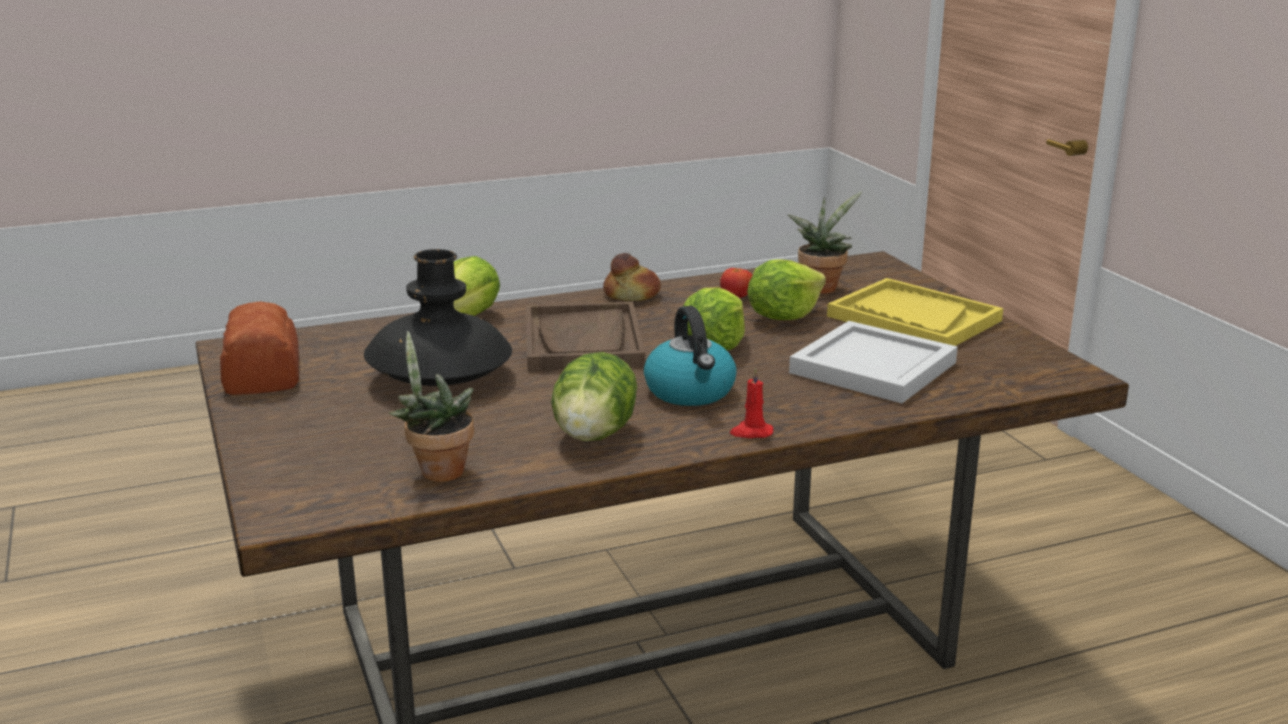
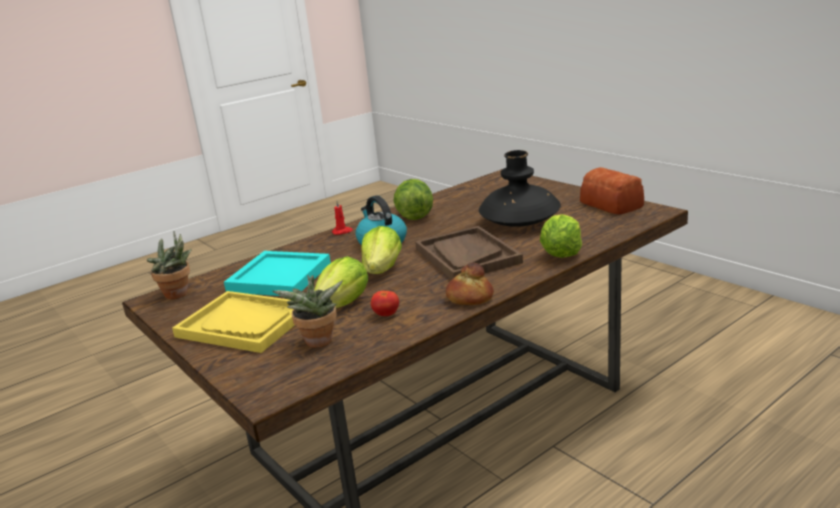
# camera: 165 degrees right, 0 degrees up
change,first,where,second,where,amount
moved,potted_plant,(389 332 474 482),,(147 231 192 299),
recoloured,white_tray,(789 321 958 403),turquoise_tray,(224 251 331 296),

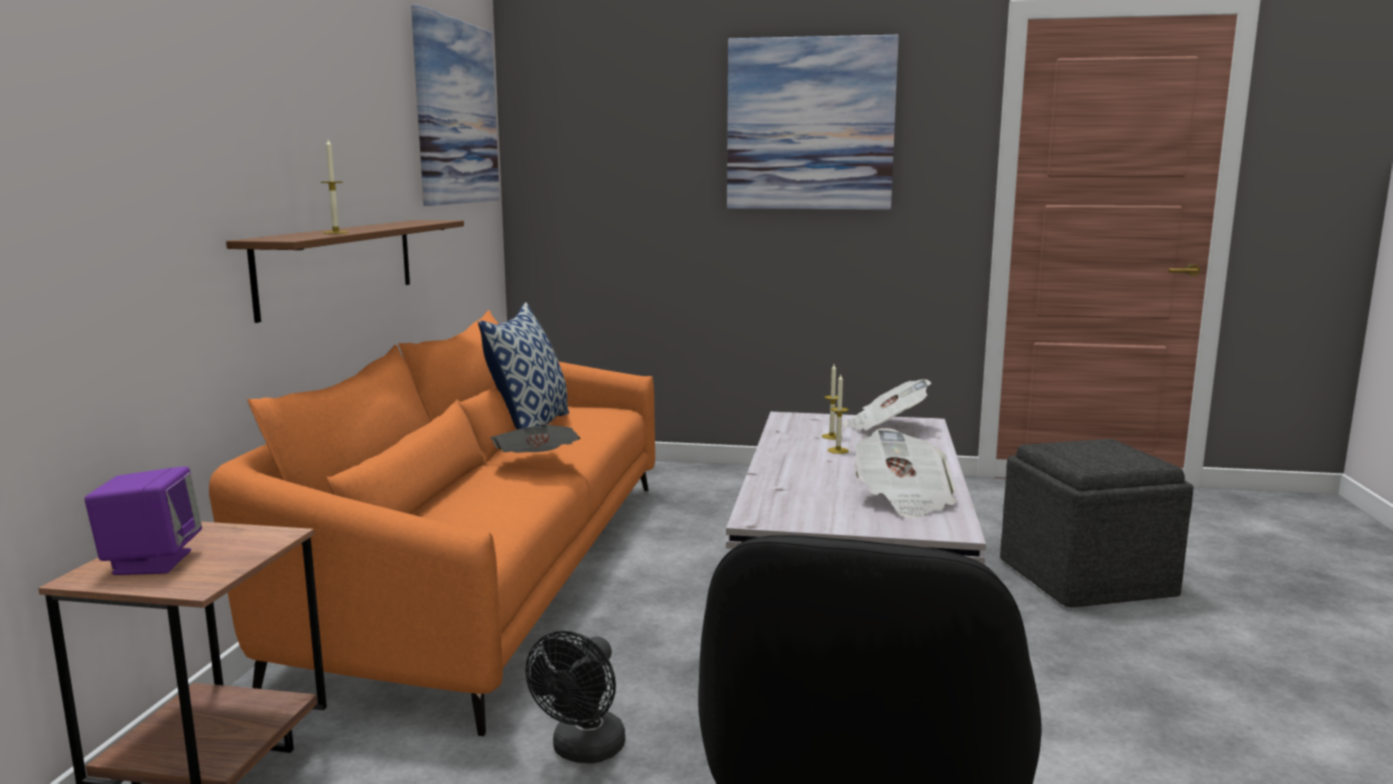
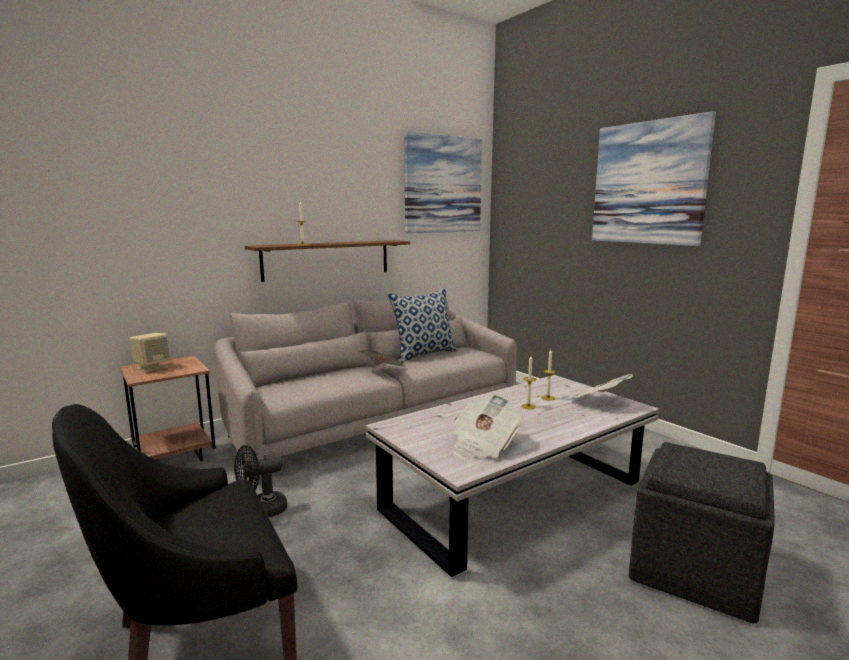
# camera: 45 degrees right, 0 degrees up
change,first,where,second,where,amount
recoloured,purple_speaker,(84 466 202 575),beige_speaker,(129 333 172 372),
recoloured,orange_sofa,(209 310 655 736),grey_sofa,(214 298 517 483),

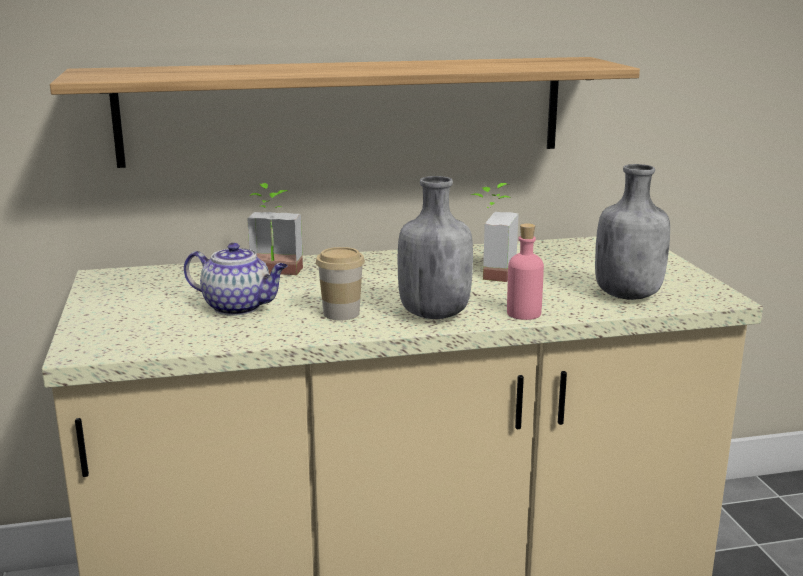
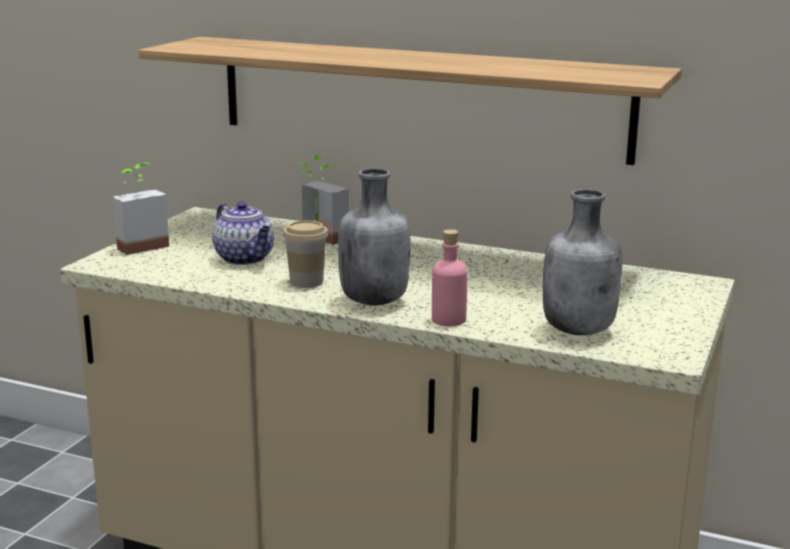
# camera: 35 degrees right, 0 degrees up
change,first,where,second,where,amount
moved,potted_plant,(471 183 519 282),,(113 162 169 255),

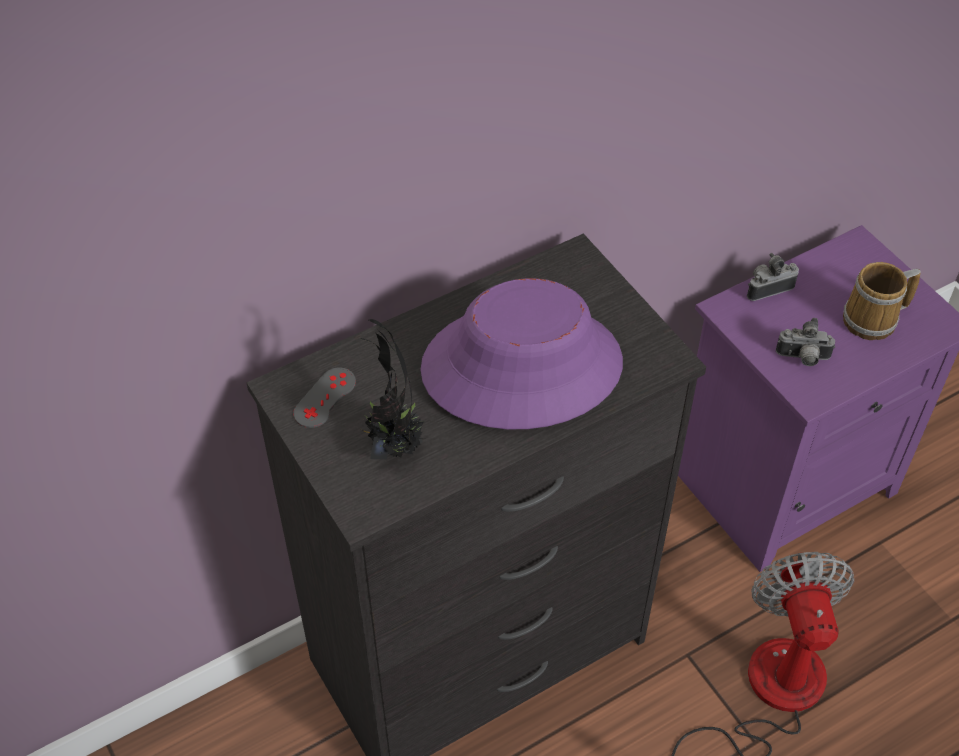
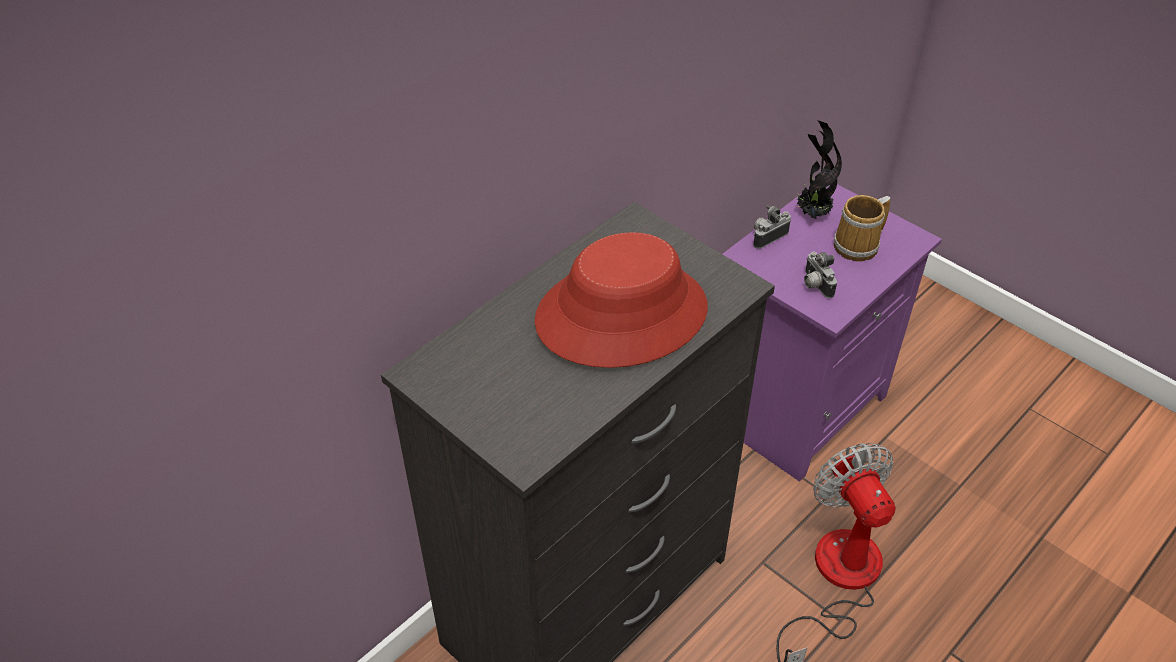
# camera: 15 degrees left, 5 degrees down
change,first,where,second,where,amount
removed,grey_game_controller,(293 367 356 428),,,
moved,potted_plant,(360 319 424 459),,(796 120 842 219),
recoloured,purple_hat,(421 278 623 429),red_hat,(535 232 708 368),
turned,photo_camera,(776 318 835 366),,(804 252 837 298),75 degrees clockwise

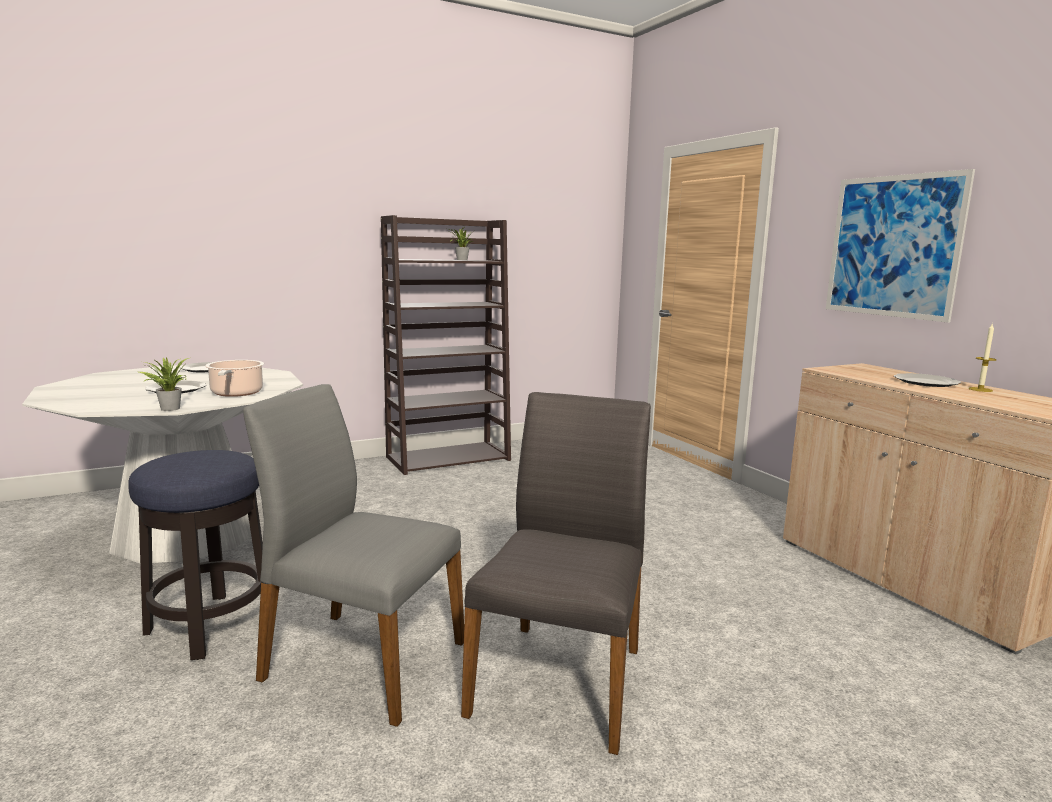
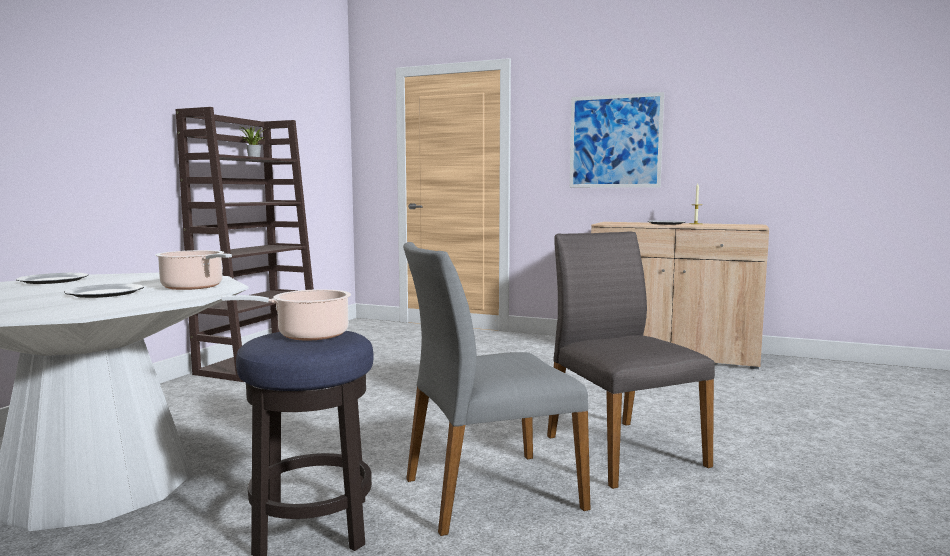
# camera: 40 degrees left, 5 degrees down
change,first,where,second,where,amount
removed,potted_plant,(139 357 189 411),,,
added,,,cooking_pot,(221 289 351 341),

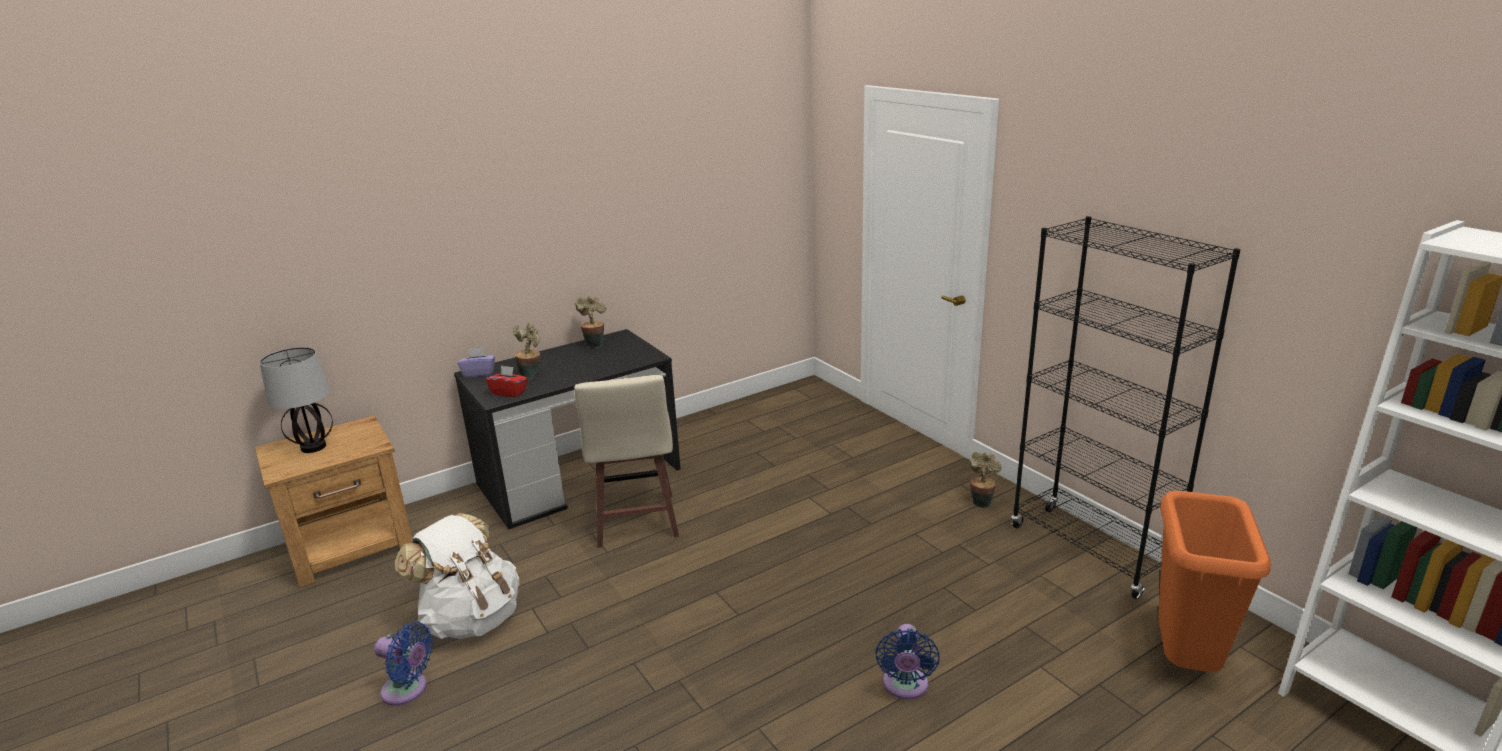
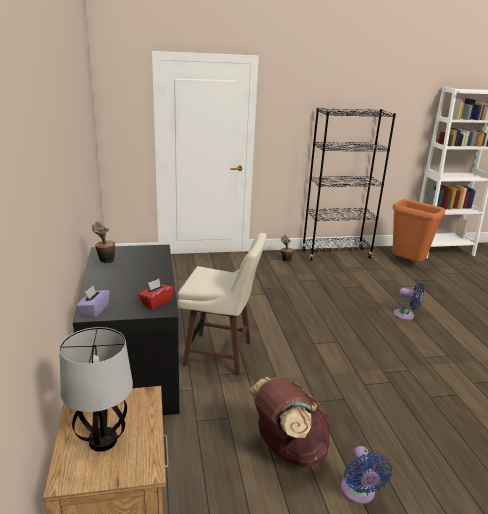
# camera: 70 degrees left, 0 degrees up
change,first,where,second,where,amount
turned,blue_fan,(374 622 433 706),,(341 446 392 504),135 degrees clockwise
recoloured,white_backpack,(395 513 519 639),brown_backpack,(247 377 332 467),
removed,potted_plant,(513 323 540 380),,,

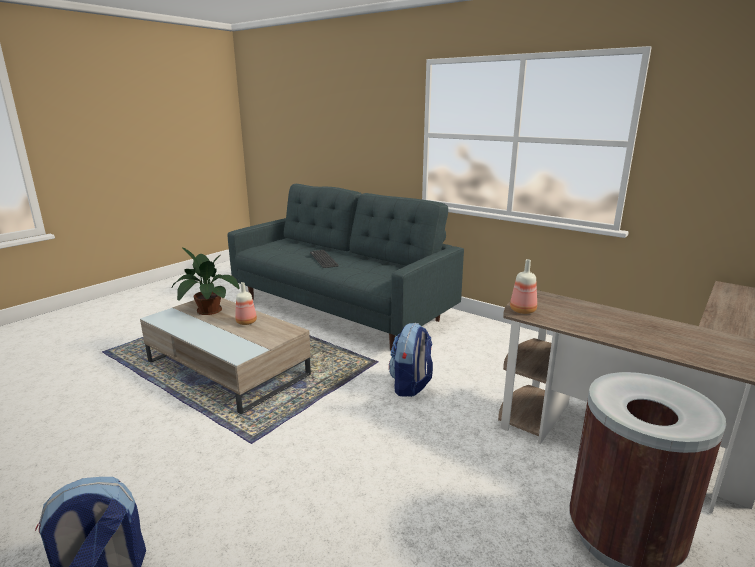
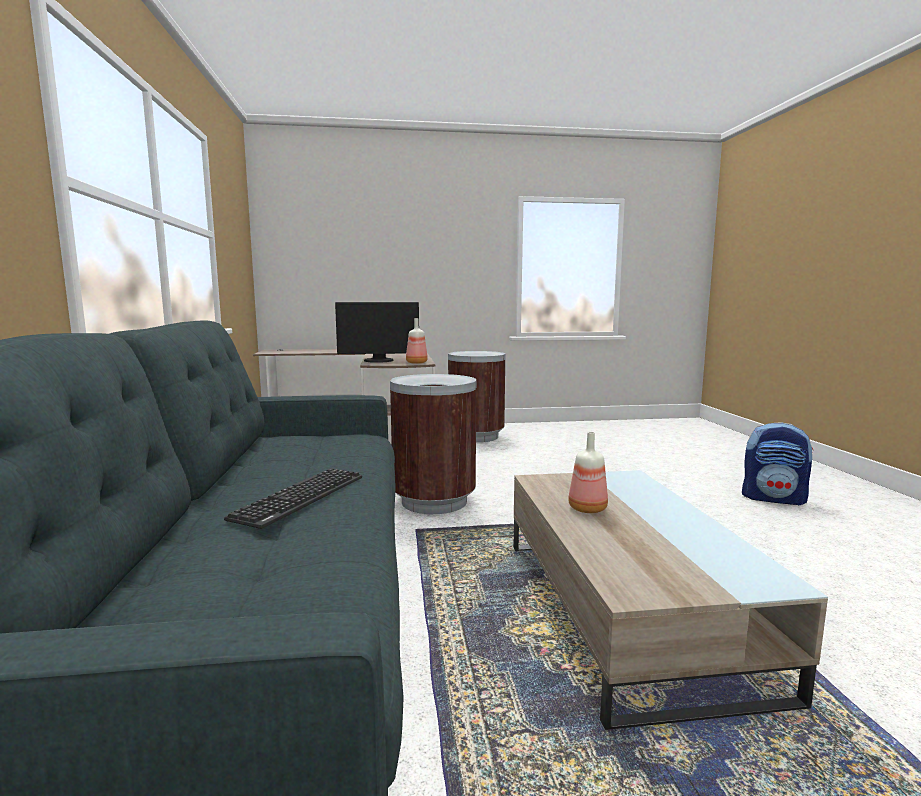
# camera: 135 degrees left, 10 degrees down
change,first,where,second,where,amount
removed,potted_plant,(172 247 240 315),,,
replaced,backpack,(389 323 433 397),brown_trash_can,(390 374 476 514),
added,,,monitor,(335 302 419 363),

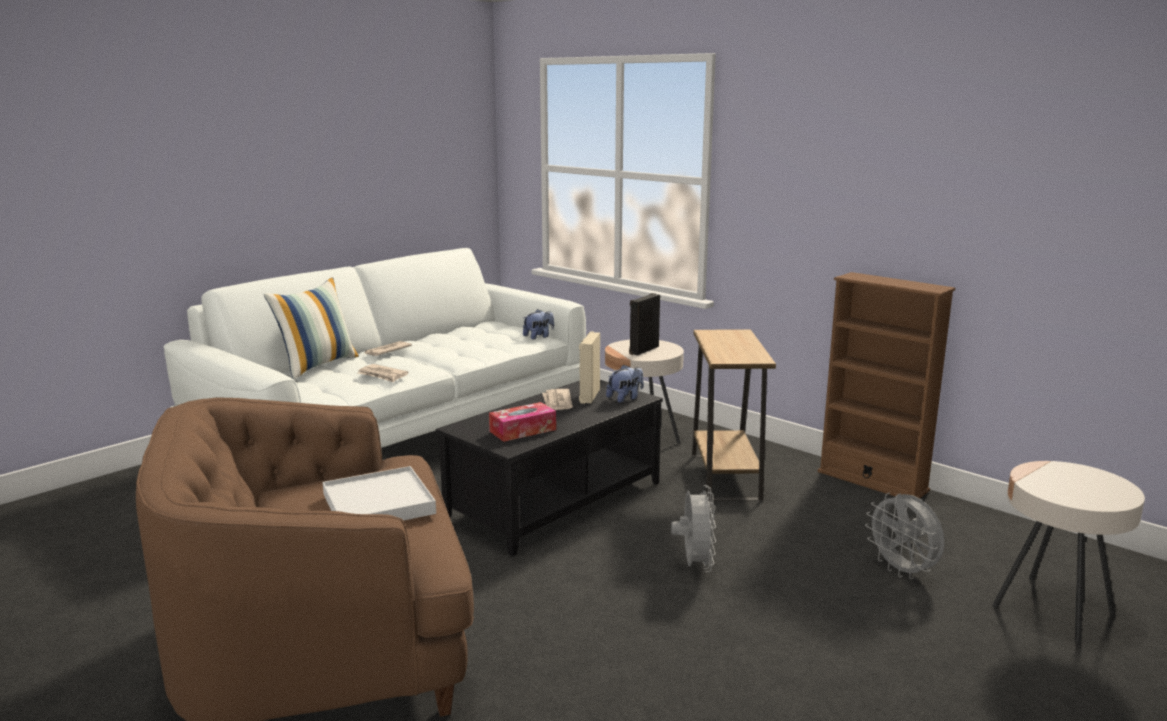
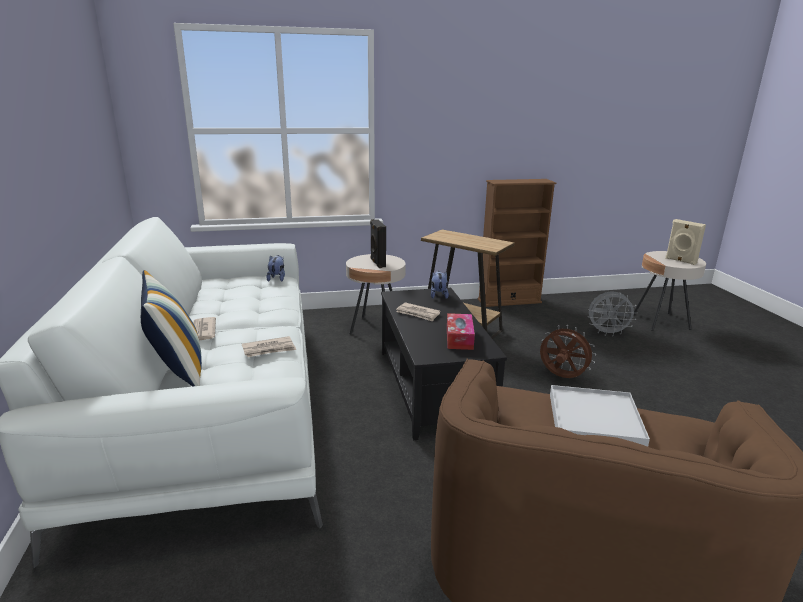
# camera: 55 degrees left, 5 degrees up
change,first,where,second,where,amount
moved,beige_speaker,(579 331 600 404),,(665 219 706 265),
recoloured,grey_fan,(671 485 716 572),brown_fan,(540 325 596 378),

